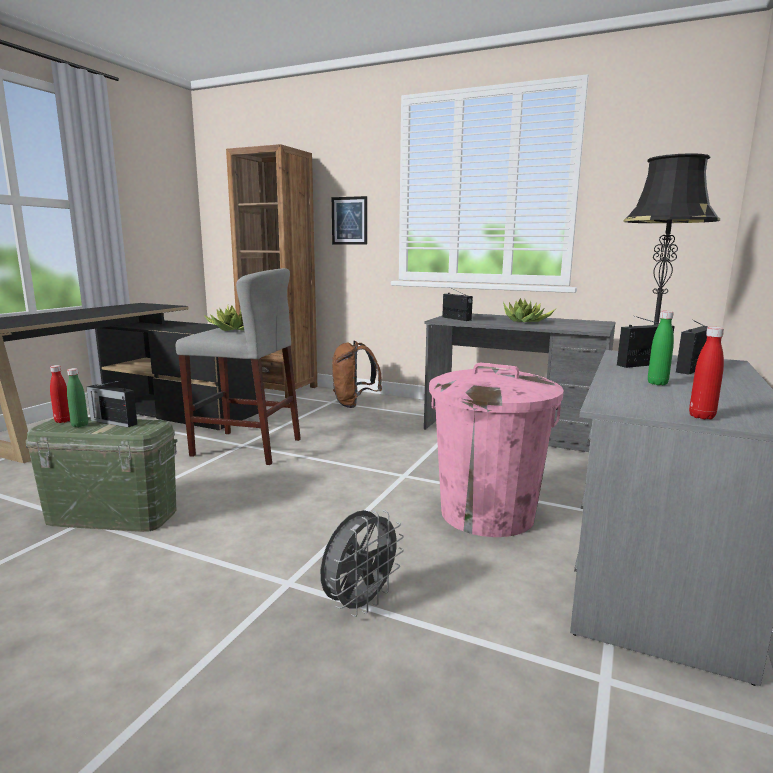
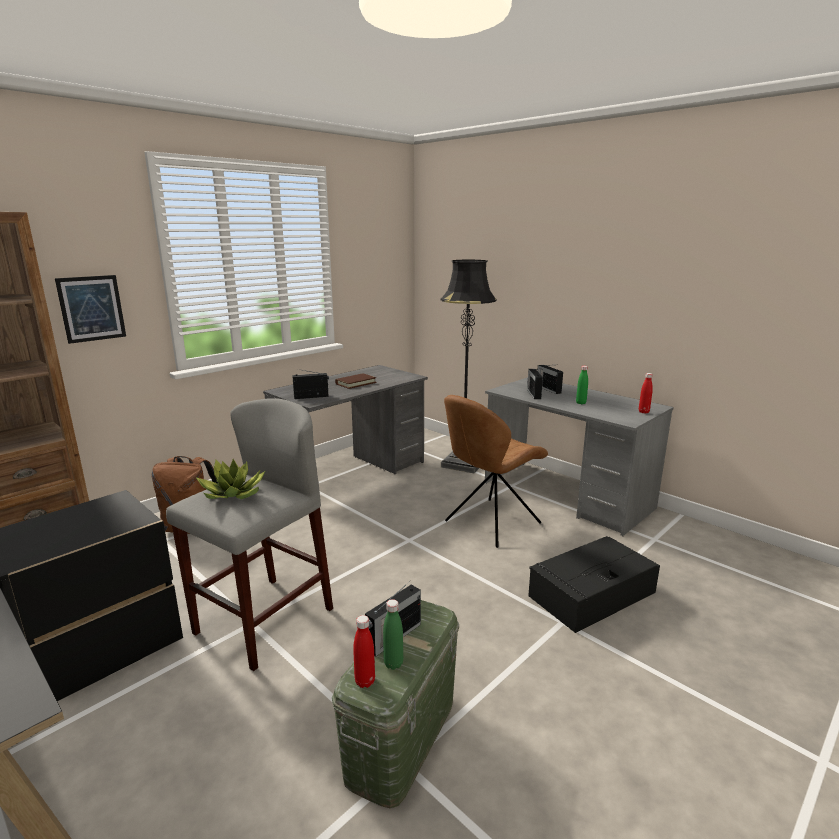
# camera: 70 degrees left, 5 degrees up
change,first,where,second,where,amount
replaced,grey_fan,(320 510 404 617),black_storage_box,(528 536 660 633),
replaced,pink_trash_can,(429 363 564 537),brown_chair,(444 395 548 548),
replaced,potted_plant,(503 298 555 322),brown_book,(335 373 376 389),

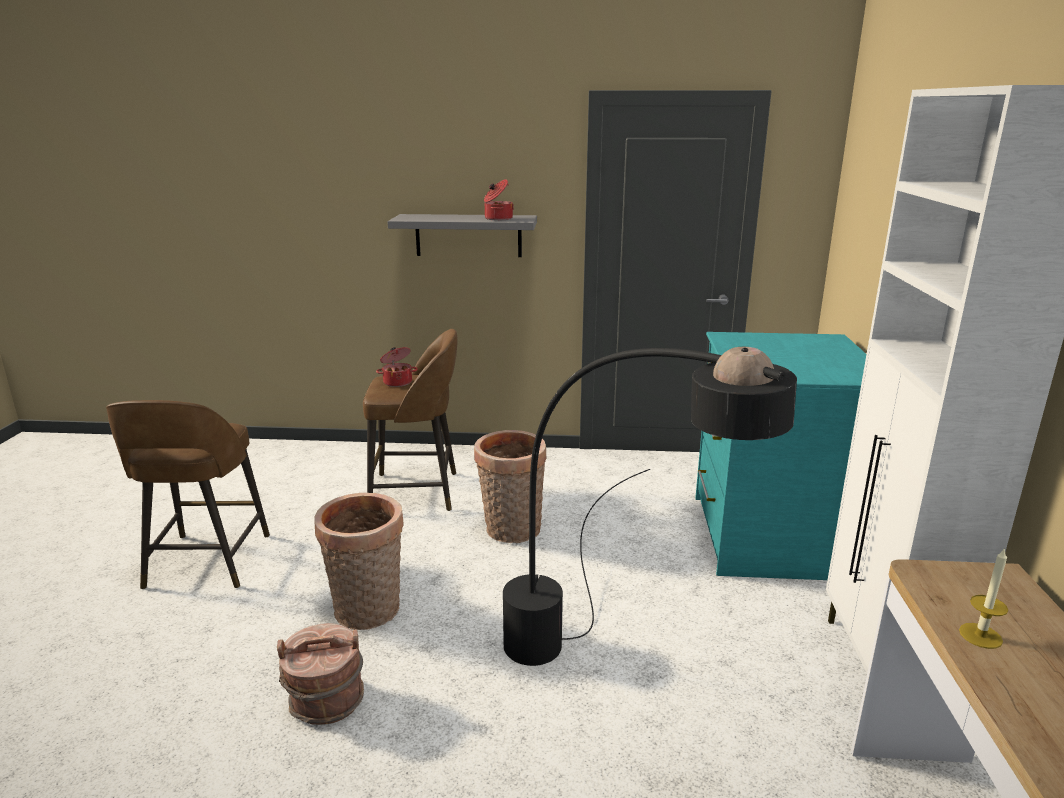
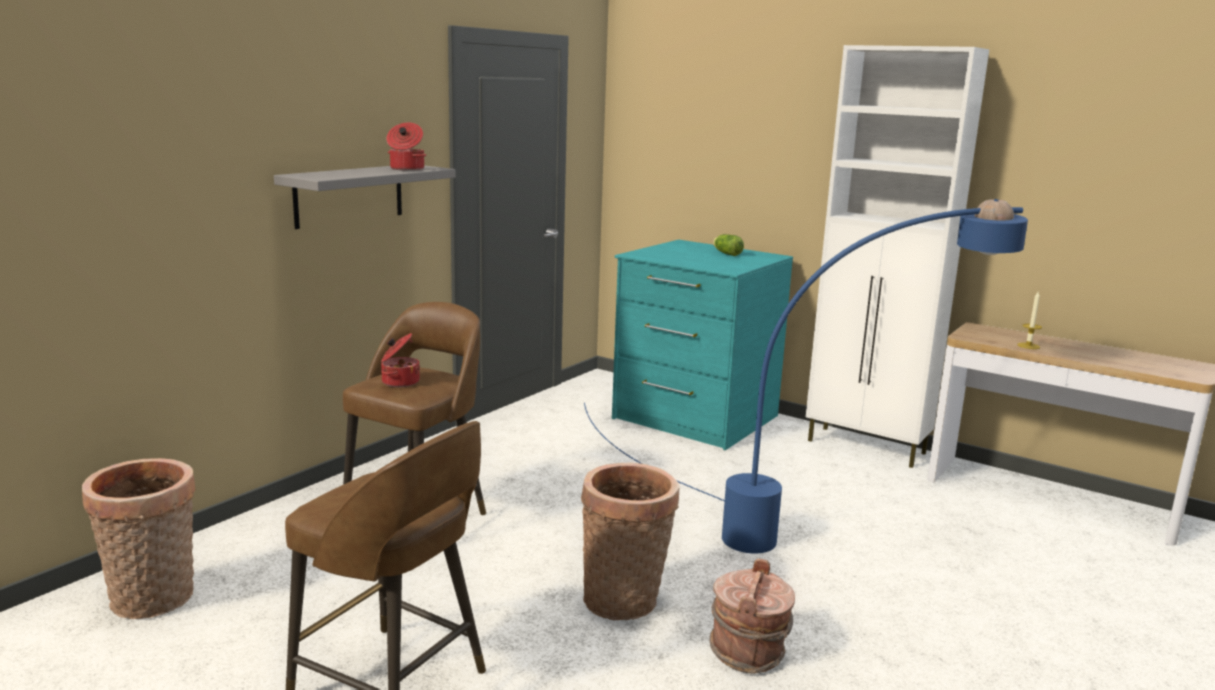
# camera: 60 degrees left, 5 degrees down
change,first,where,second,where,amount
moved,basket,(474 430 546 543),,(82 458 196 619),
recoloured,black_floor_lamp,(503 347 797 666),blue_floor_lamp,(584 199 1028 553),
added,,,lettuce,(713 234 744 256),

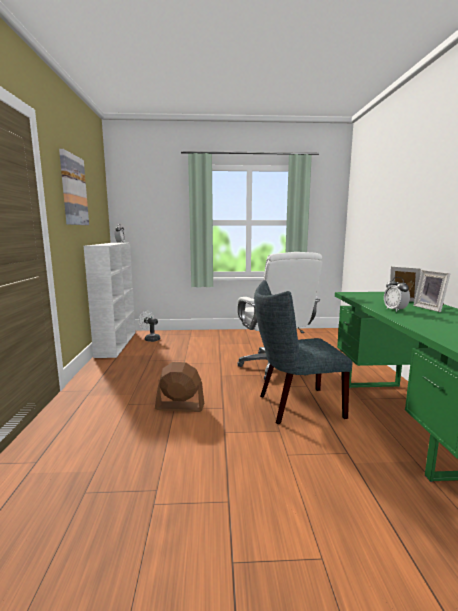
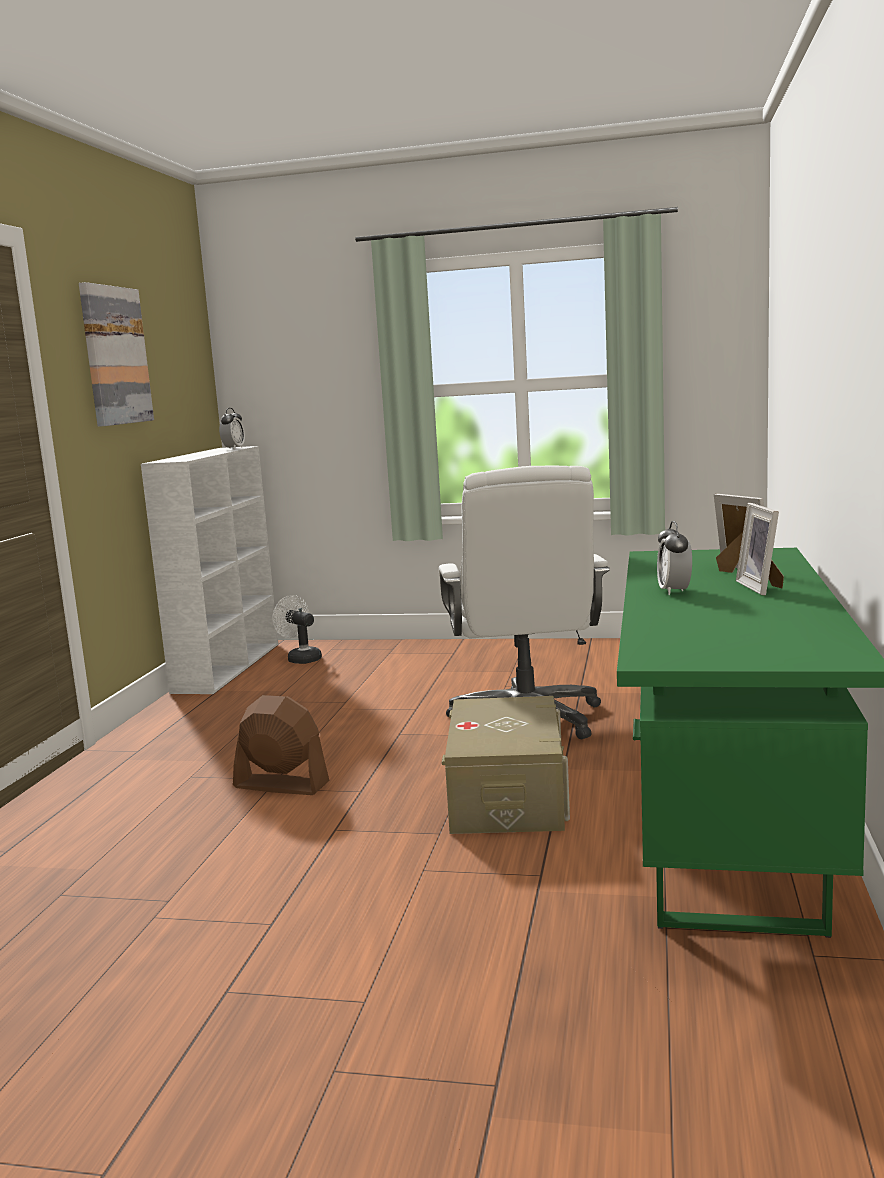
# camera: 15 degrees right, 0 degrees up
change,first,where,second,where,amount
replaced,grey_chair,(254 280 352 424),beige_storage_box,(442 696 570 834),

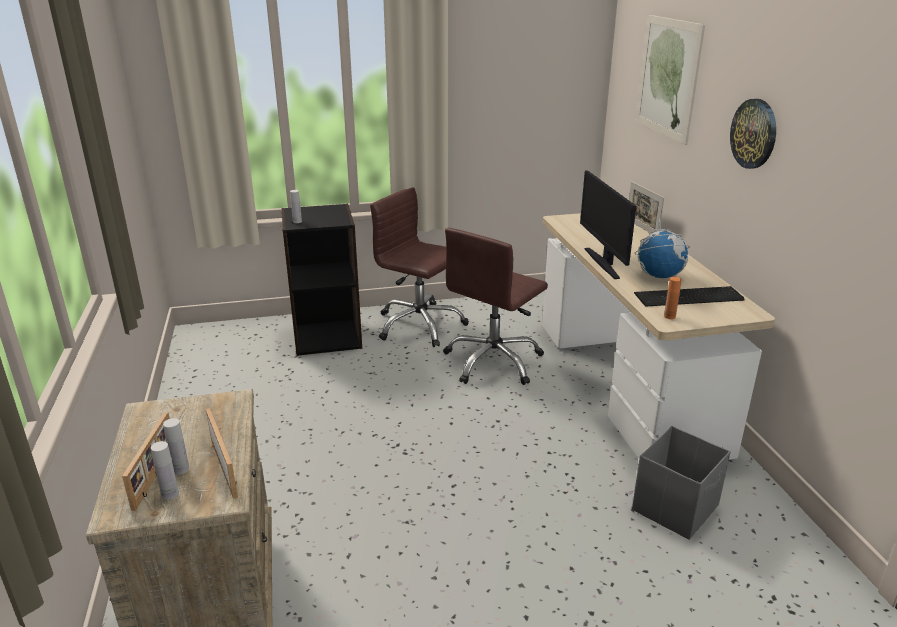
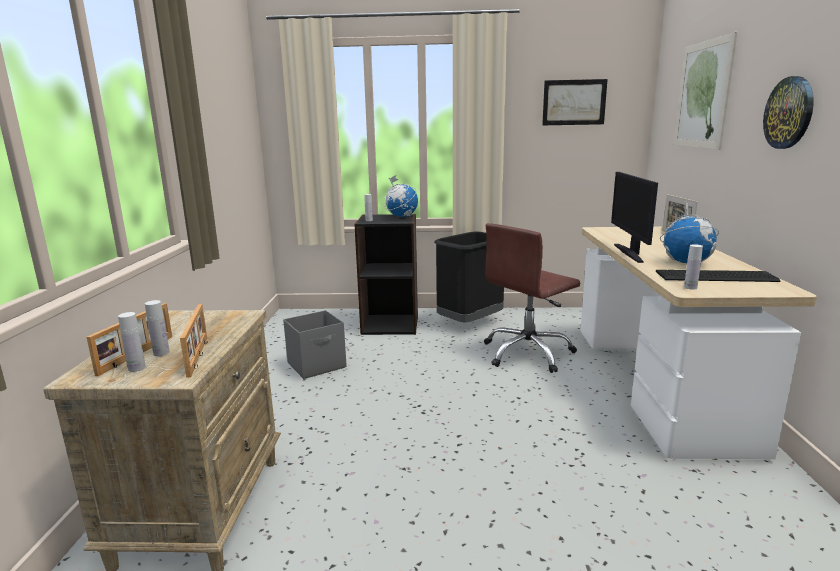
# camera: 15 degrees right, 10 degrees down
change,first,where,second,where,amount
replaced,brown_office_chair,(370 187 469 347),black_trash_can,(434 231 504 323),
moved,grey_storage_box,(632 426 731 539),,(283 310 347 379),
recoloured,orange_bottle,(664 277 682 319),white_bottle,(684 244 703 290),
added,,,globe,(385 175 418 217),
added,,,picture,(542 79 608 125),

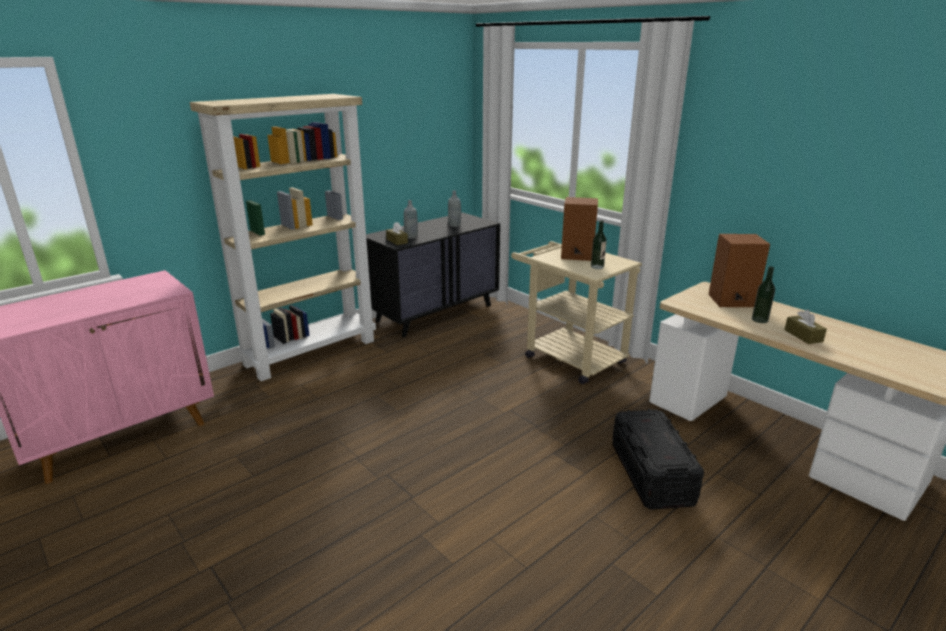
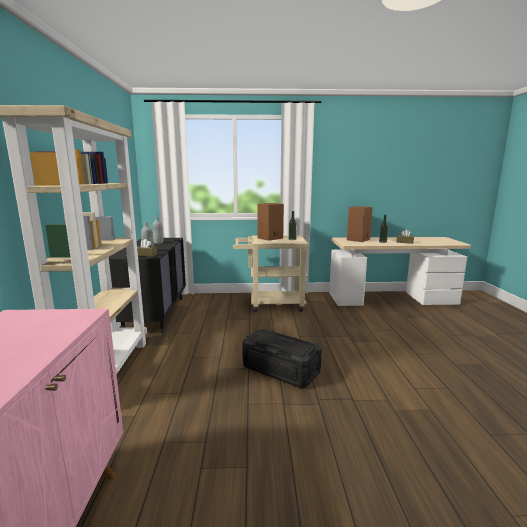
# camera: 50 degrees left, 10 degrees down
change,first,where,second,where,amount
moved,black_storage_box,(612 409 704 510),,(242 329 322 388),

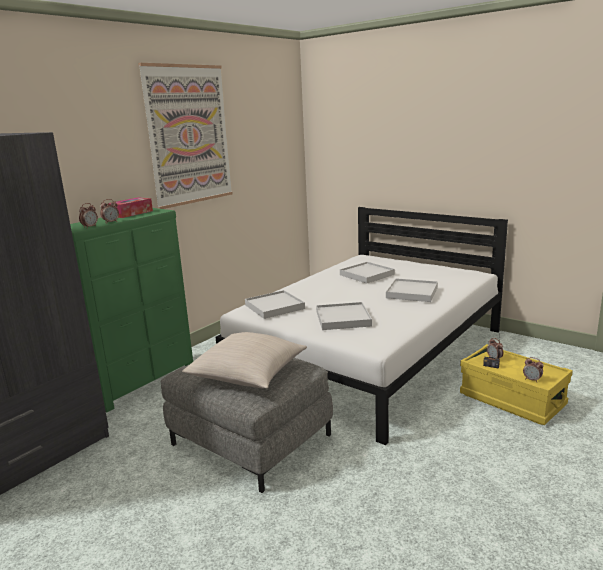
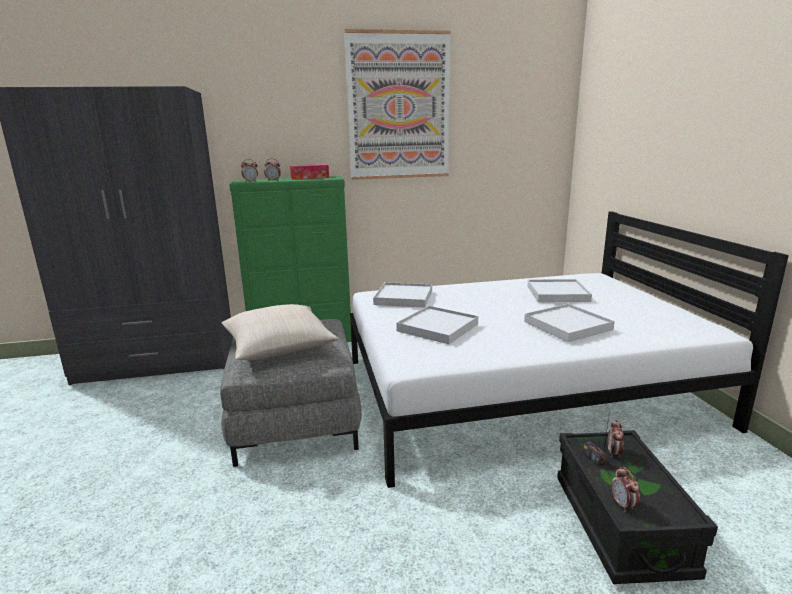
# camera: 40 degrees right, 0 degrees up
change,first,where,second,where,amount
recoloured,yellow_storage_box,(460 344 573 425),black_storage_box,(557 430 718 584),

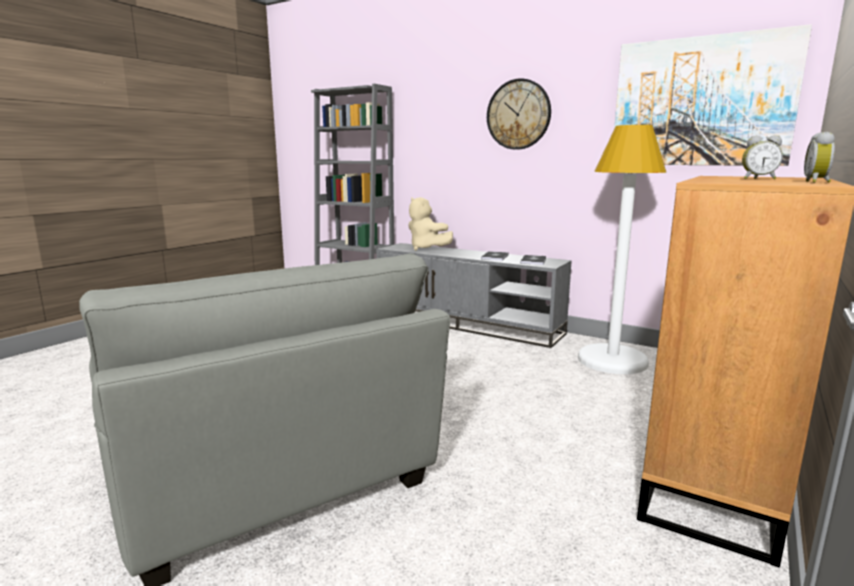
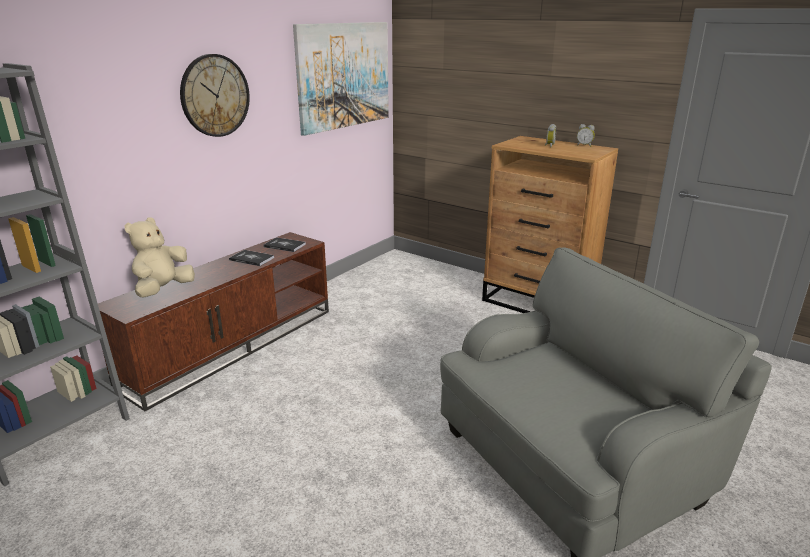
# camera: 85 degrees left, 10 degrees up
change,first,where,second,where,amount
recoloured,grey_tv_stand,(376 243 572 348),brown_tv_stand,(98 232 329 411),
turned,beige_plush_toy,(409 197 453 251),,(124 218 195 298),150 degrees clockwise
removed,white_floor_lamp,(578 125 666 374),,,

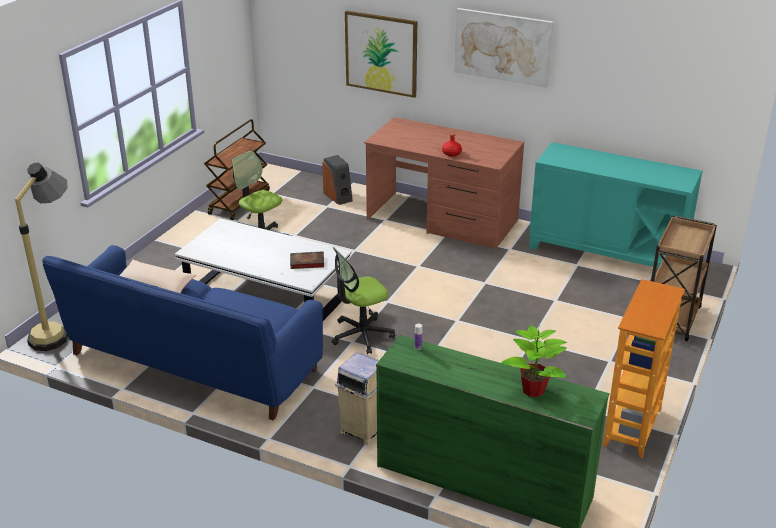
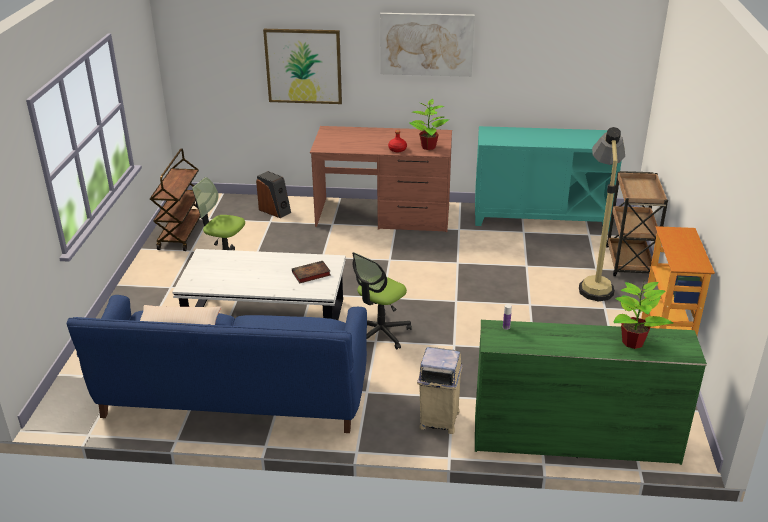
# camera: 20 degrees left, 0 degrees up
change,first,where,second,where,amount
moved,floor_lamp,(15 163 68 351),,(579 127 625 301),
added,,,potted_plant,(409 99 449 150),

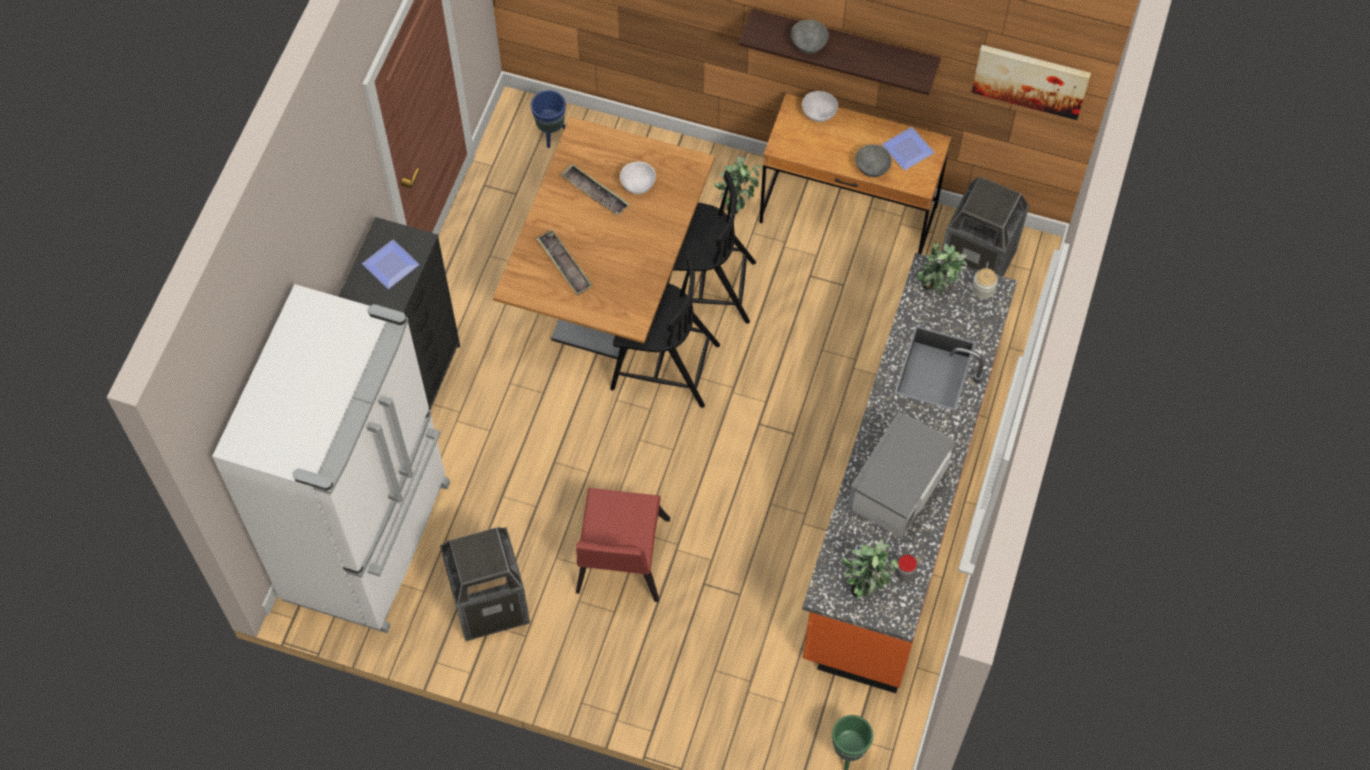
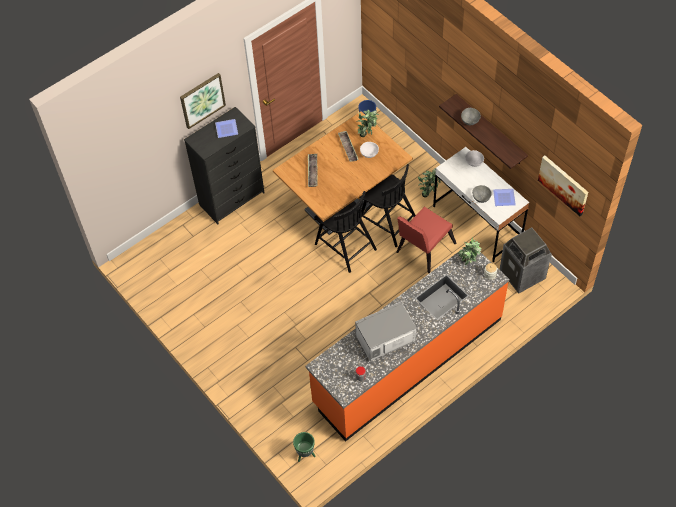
# camera: 35 degrees right, 5 degrees down
change,first,where,second,where,amount
removed,white_fridge,(212 284 450 633),,,
removed,trash_can,(440 527 530 642),,,
moved,red_chair,(576 488 670 602),,(396 207 457 273),
recoloured,brown_desk,(759 93 951 254),white_desk,(433 147 529 262),
moved,potted_plant,(842 539 899 599),,(356 110 379 137),
added,,,picture,(180 73 226 129),

